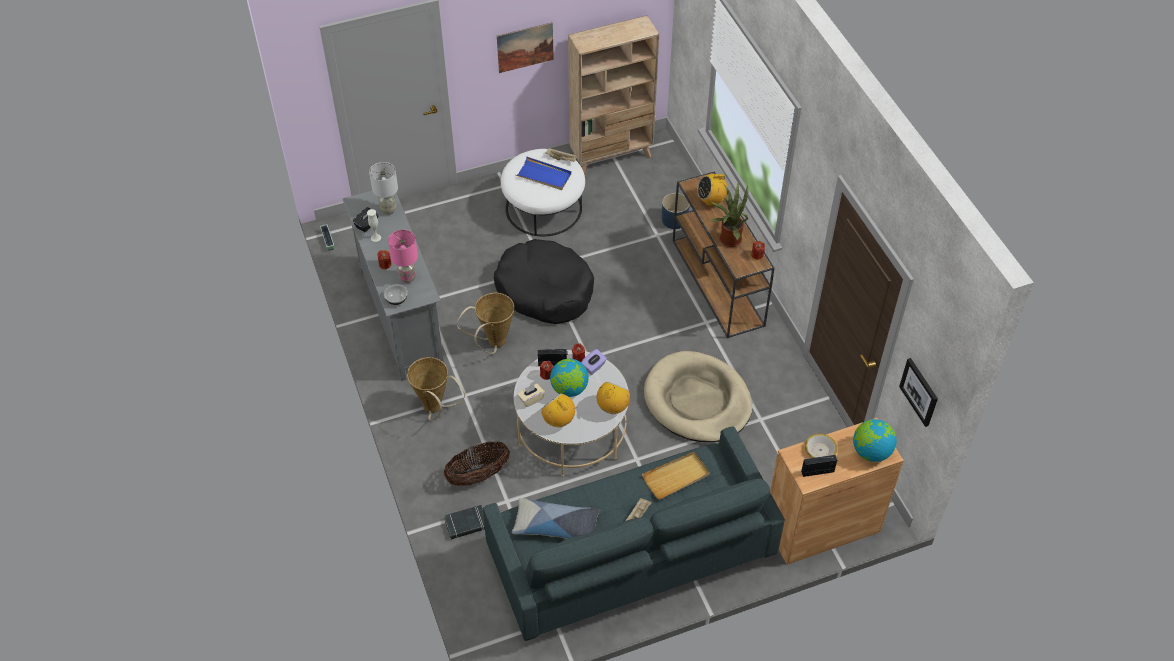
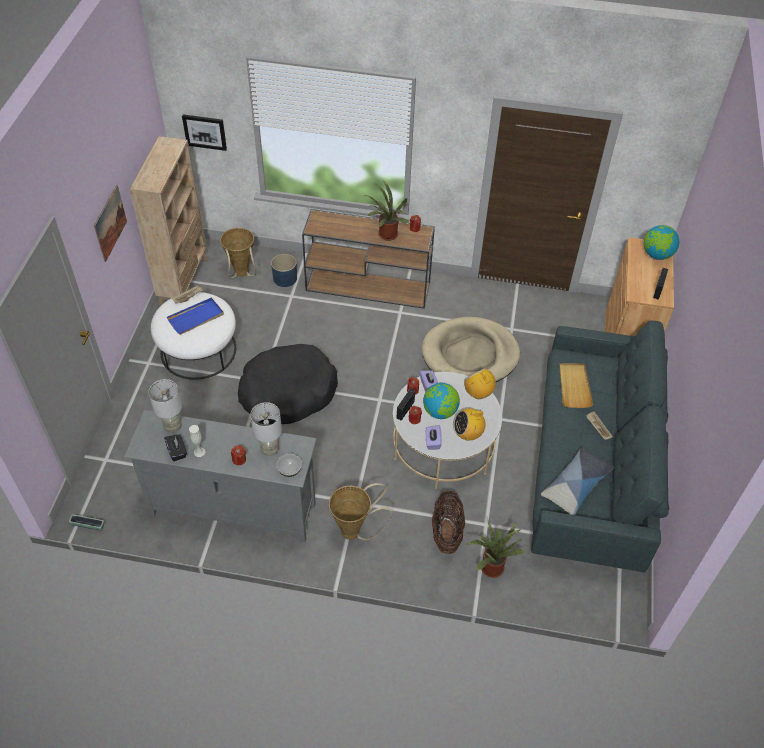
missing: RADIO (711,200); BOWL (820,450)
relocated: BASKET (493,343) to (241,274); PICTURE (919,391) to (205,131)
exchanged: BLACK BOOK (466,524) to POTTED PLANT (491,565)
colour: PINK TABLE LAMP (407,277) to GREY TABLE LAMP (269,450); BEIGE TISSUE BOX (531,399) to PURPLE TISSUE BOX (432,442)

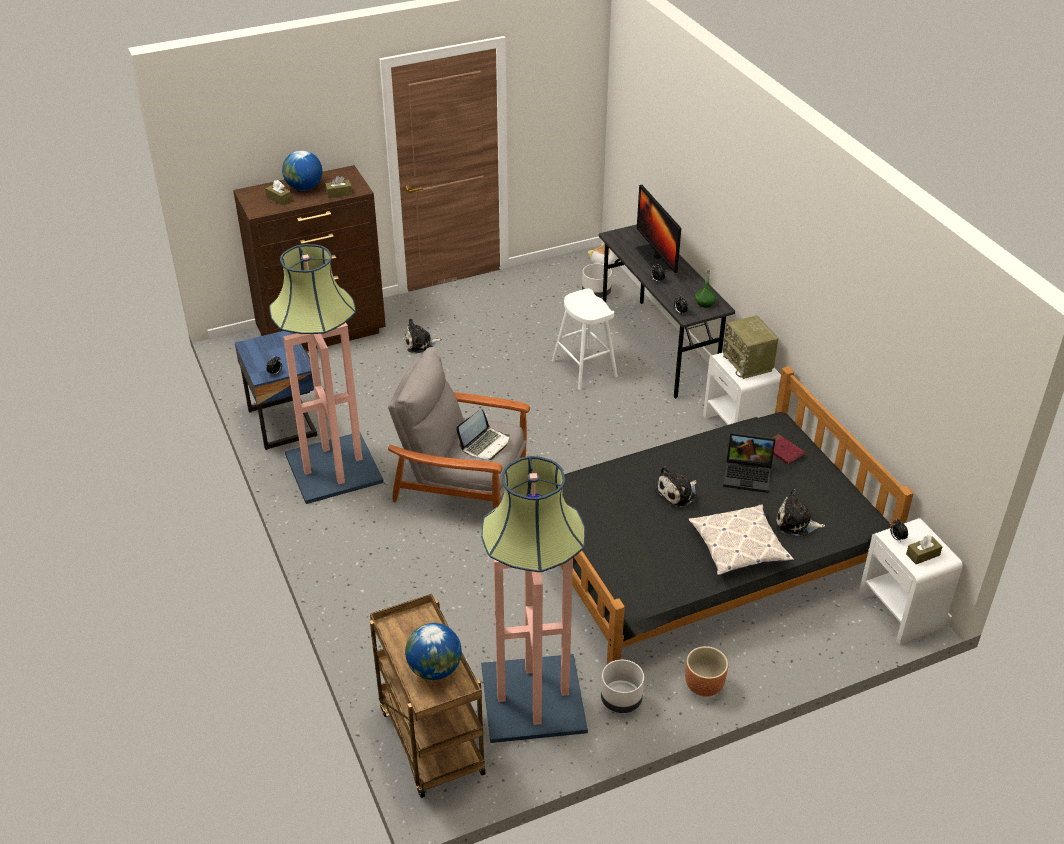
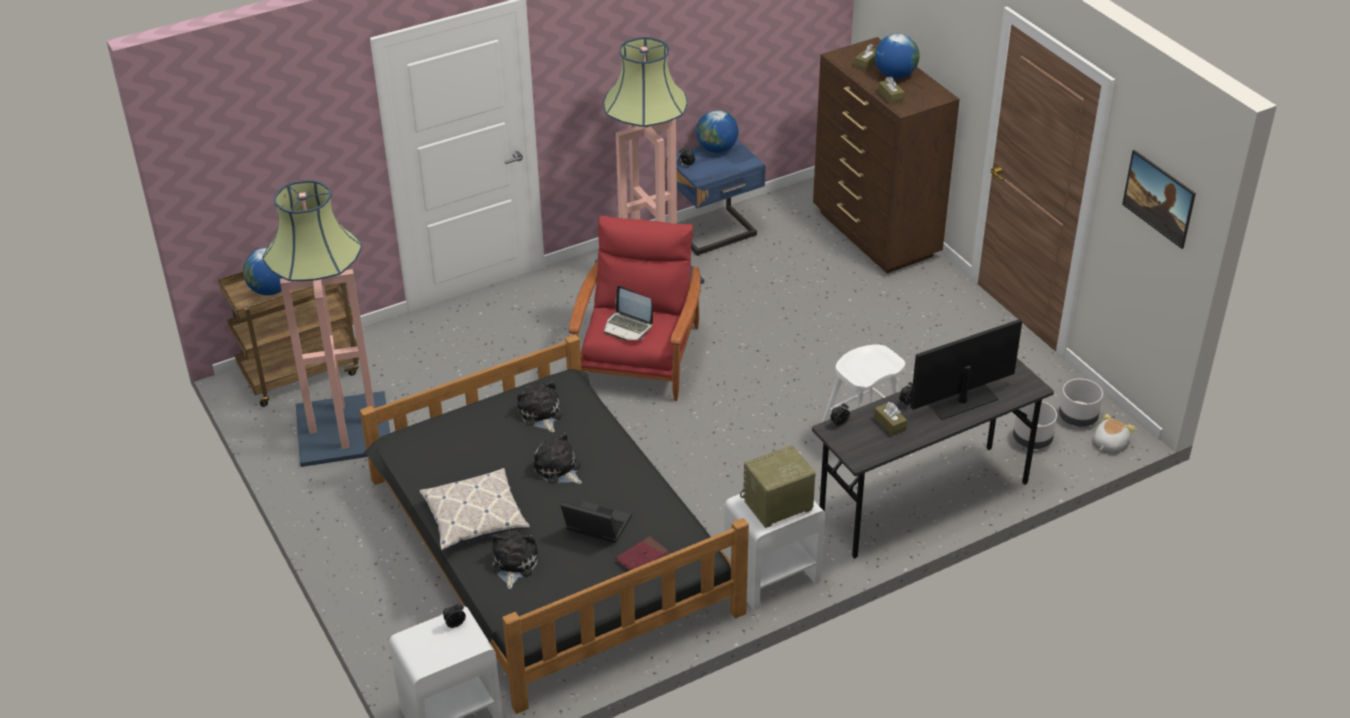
missing: GREEN BOTTLE (704,303); BROWN PLANTER (704,686)
appeared: GLOBE (717,149); PICTURE (1156,212)
relocated: PLUSH TOY (420,344) to (540,414); BROWN TISSUE BOX (922,555) to (889,424); GREY PLANTER (621,700) to (1077,418)
colour: GREY ARMCHAIR (462,482) to RED ARMCHAIR (638,359)
spun: LAPTOP (748,475) = (595,527) 105 degrees clockwise

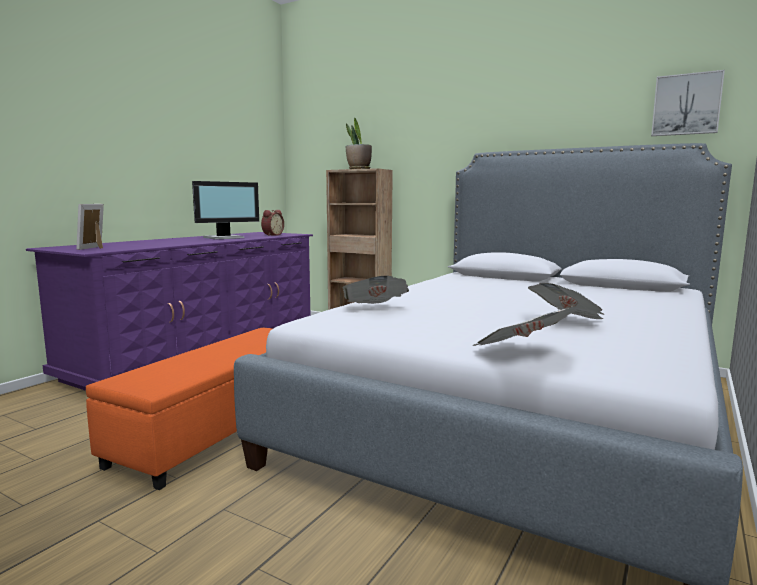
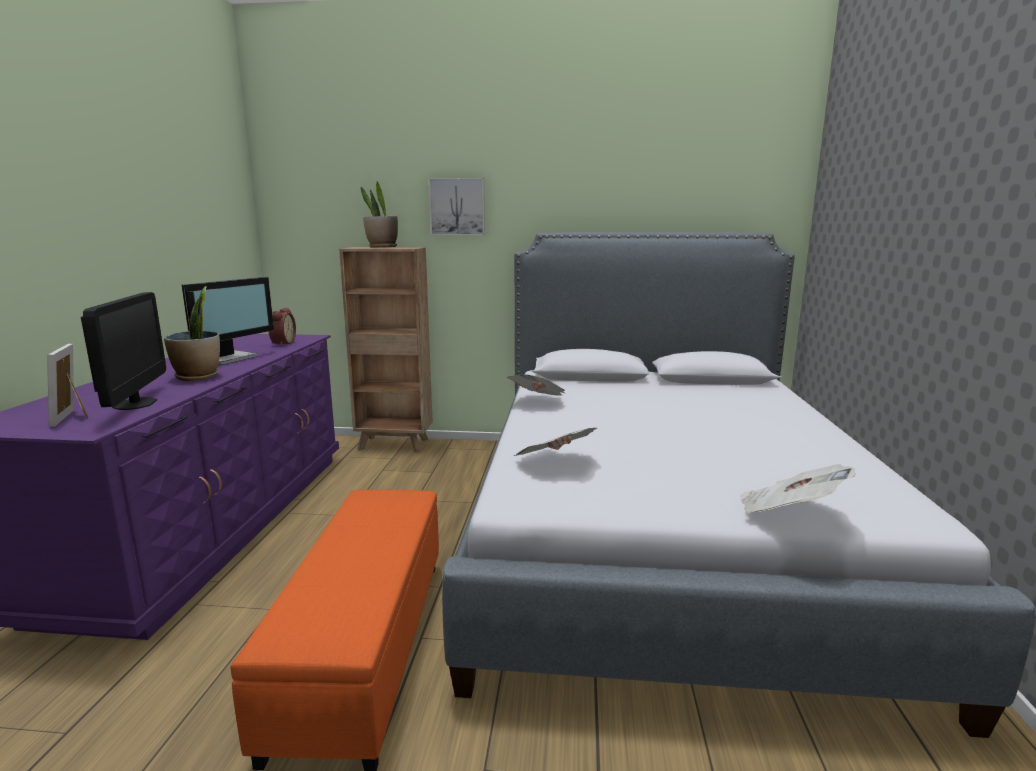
appeared: POTTED PLANT (198,377); MONITOR (135,404)
relocated: PICTURE (686,105) to (457,207); NEWSPAPER (567,322) to (538,401)

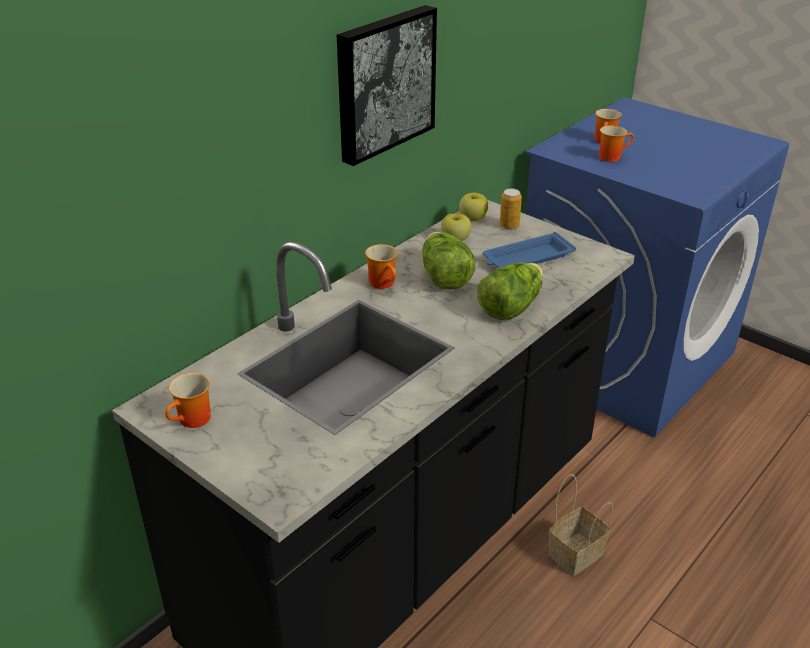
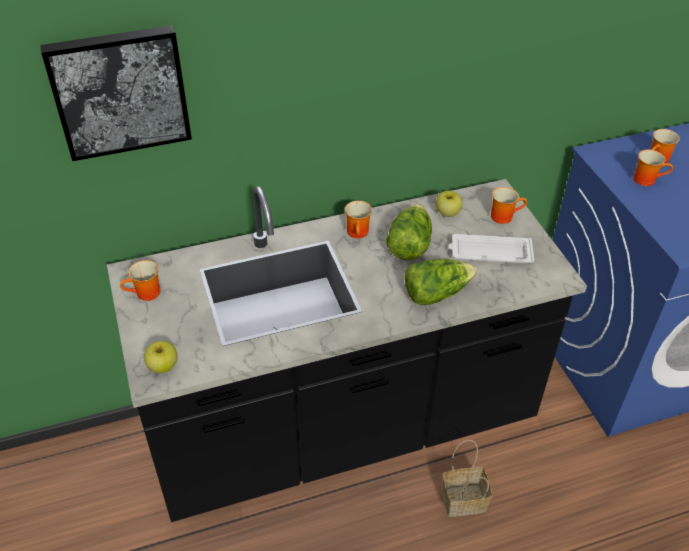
relocated: PICTURE (383,83) to (120,91); APPLE (473,218) to (162,366)
exchanged: CAN (509,226) to MUG (503,216)
colour: BLUE TRAY (526,258) to WHITE TRAY (489,253)

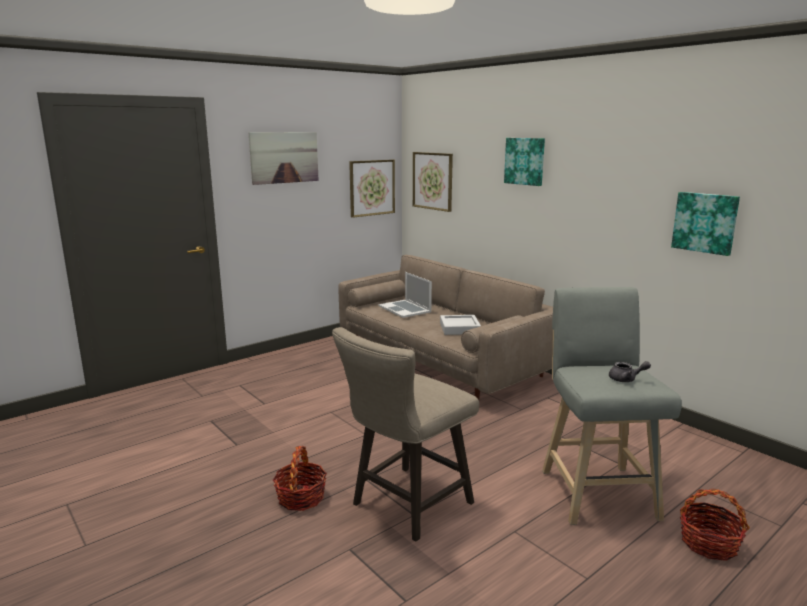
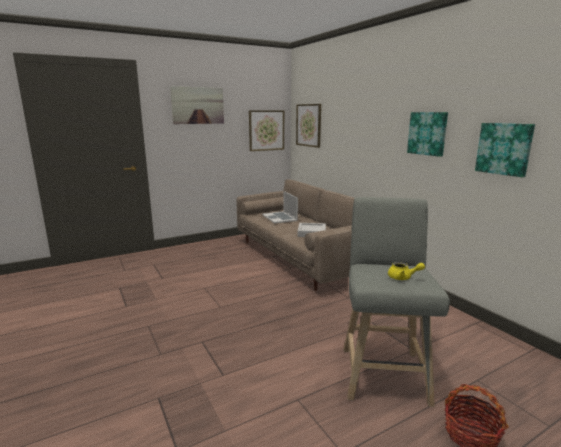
missing: BEIGE STOOL (406,506); BASKET (301,497)
relocated: PICTURE (525,161) to (428,133)
colour: GREY TEAPOT (626,379) to YELLOW TEAPOT (403,277)

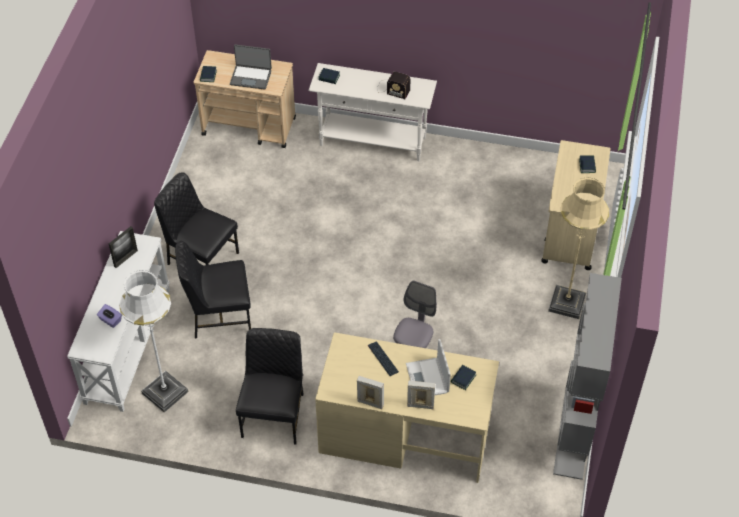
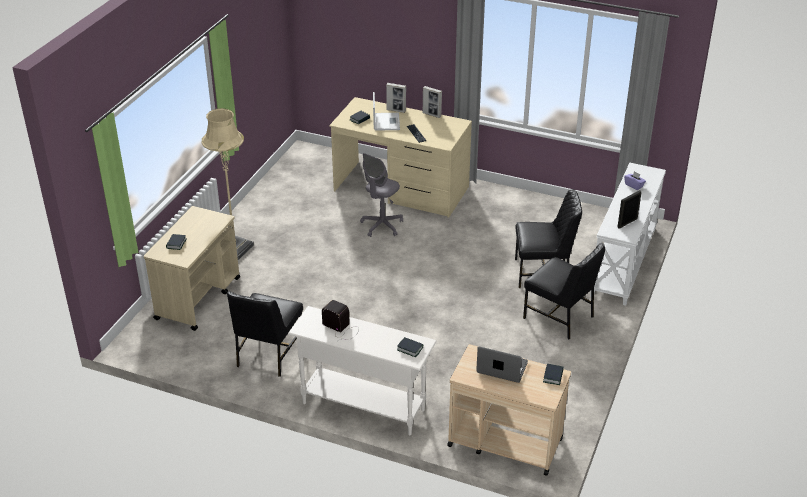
missing: WHITE FLOOR LAMP (165,392); GREY BOOKCASE (574,432)
relocated: BLACK CHAIR (274,414) to (268,354)

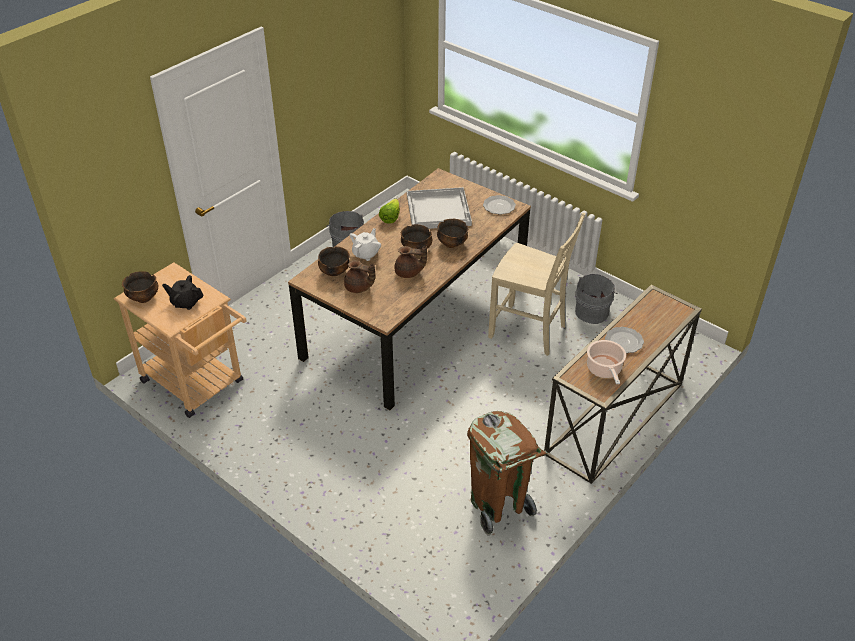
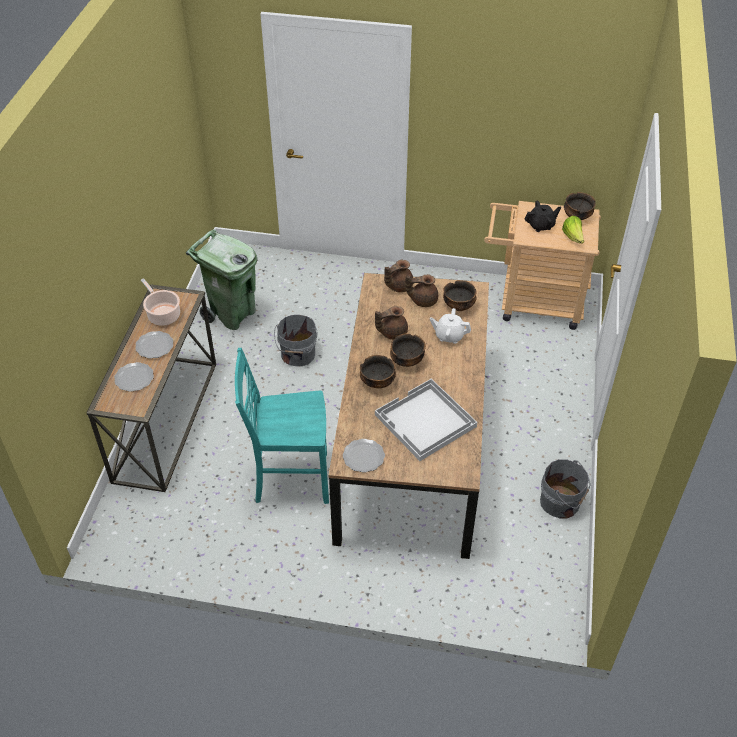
appeared: BROWN TEAPOT (398,286); PLATE (134,378)
relocated: LETTUCE (390,218) to (573,237); GREY BUCKET (593,311) to (297,355)
colour: BEIGE CHAIR (529,331) to TURQUOISE CHAIR (290,478); BROWN TRASH CAN (498,506) to GREEN TRASH CAN (232,314)
spun: WHITE TEAPOT (366,254) = (449,336) 105 degrees clockwise

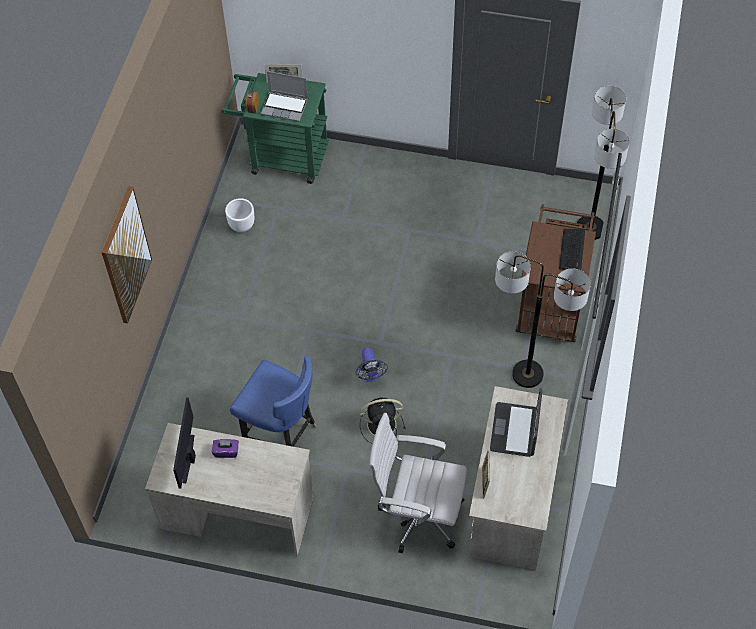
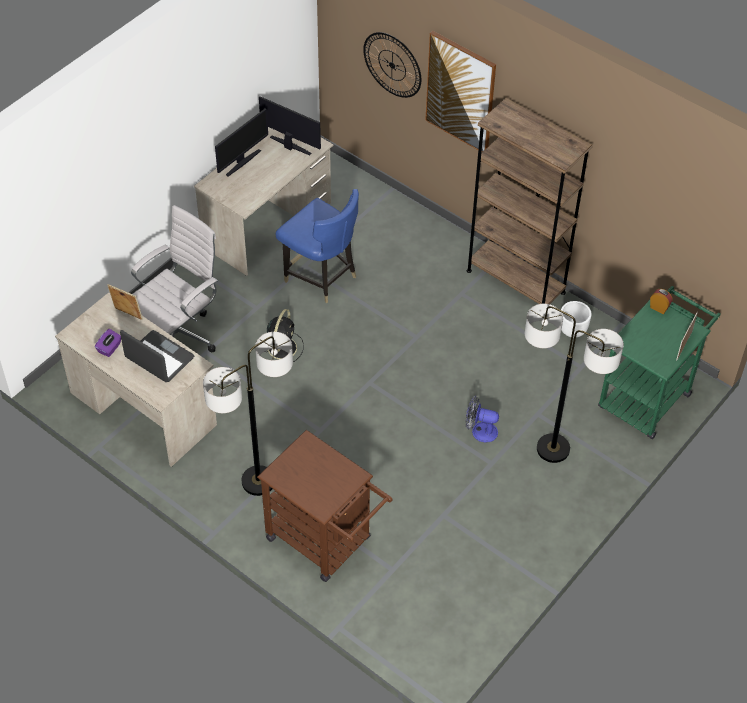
missing: LAPTOP (285,107); KEYBOARD (572,250)
appeared: WALL CLOCK (392,65); BROWN BOOKCASE (515,281); MONITOR (242,162)
relocated: FLOOR LAMP (590,228) to (553,449); FAN (370,375) to (480,431); PURPLE TISSUE BOX (226,451) to (110,348)
spun: BLUE CHAIR (281,433) = (321,277) 105 degrees counterclockwise

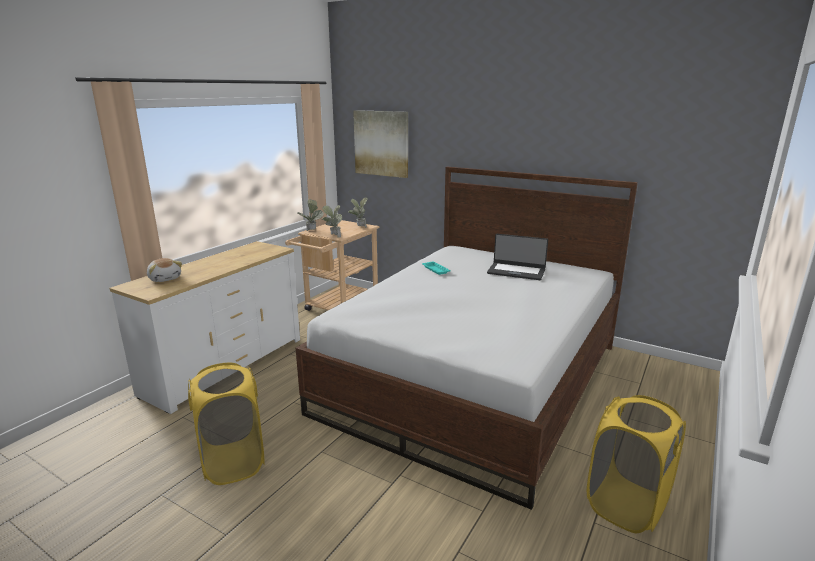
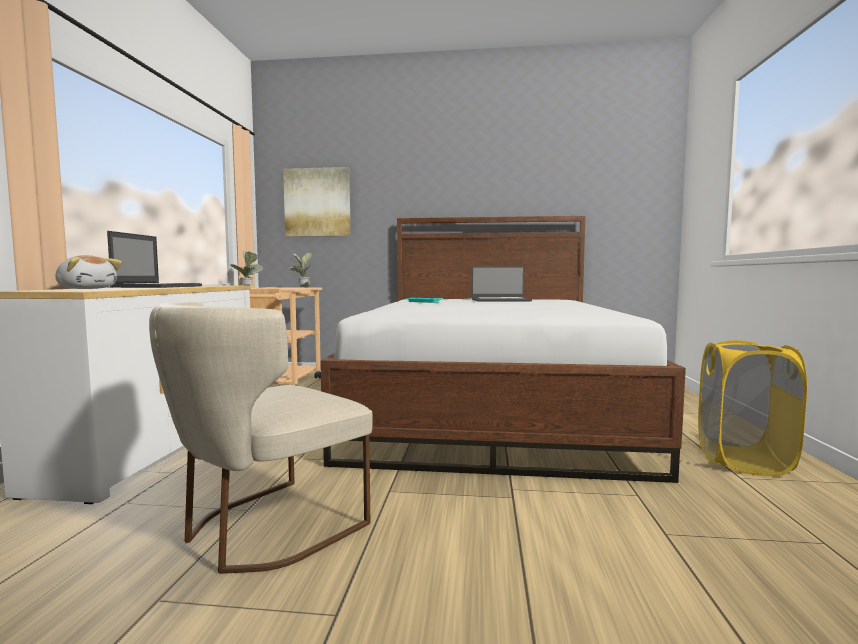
missing: POTTED PLANT (333,236)
appeared: LAPTOP (159,286)
exchanged: YELLOW LAUNDRY BASKET (233,462) to BEIGE CHAIR (264,530)

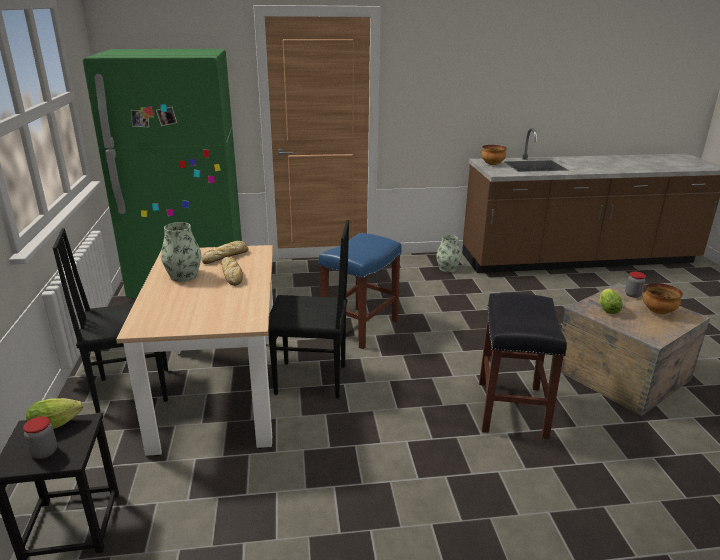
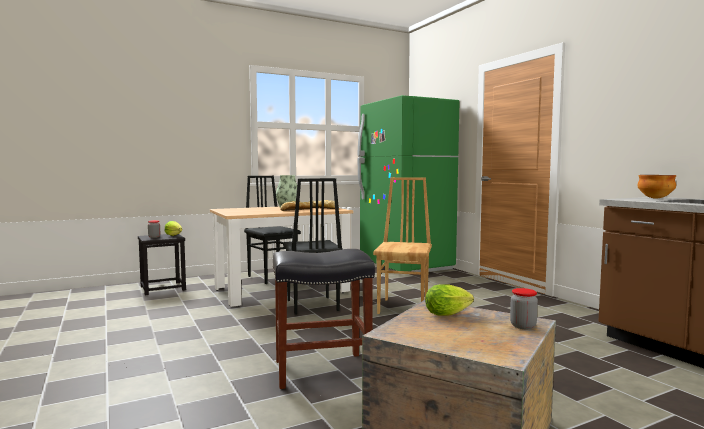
missing: VASE (447,268); BOWL (657,312)
exchanged: BLUE STOOL (360,327) to BROWN CHAIR (404,307)

